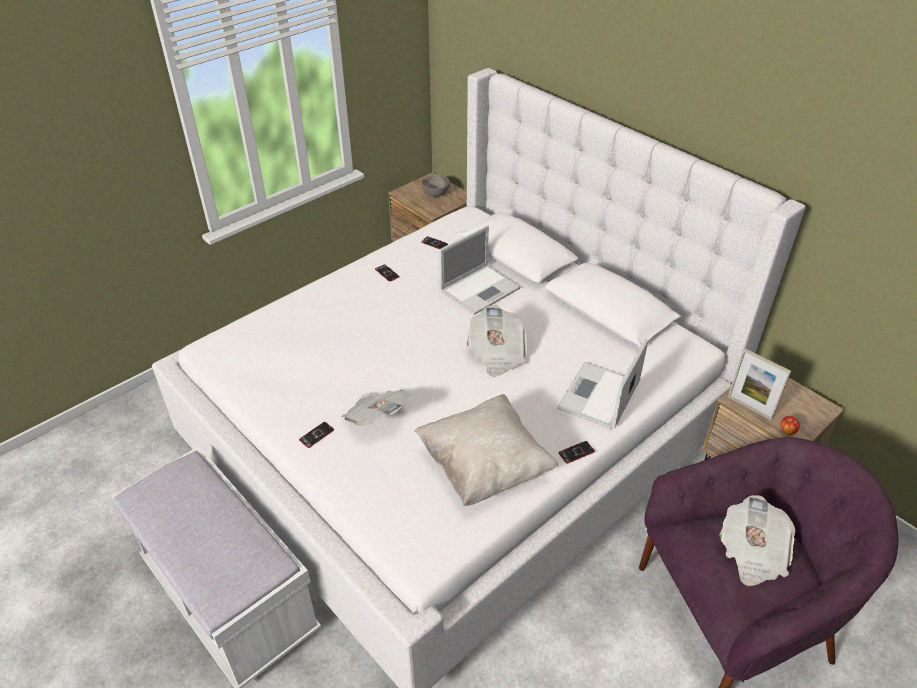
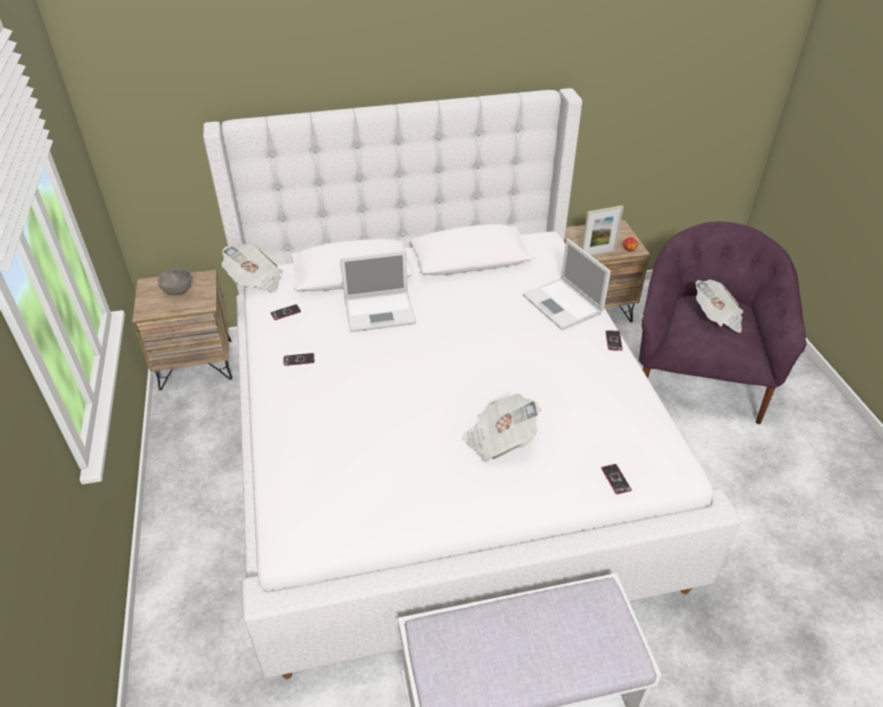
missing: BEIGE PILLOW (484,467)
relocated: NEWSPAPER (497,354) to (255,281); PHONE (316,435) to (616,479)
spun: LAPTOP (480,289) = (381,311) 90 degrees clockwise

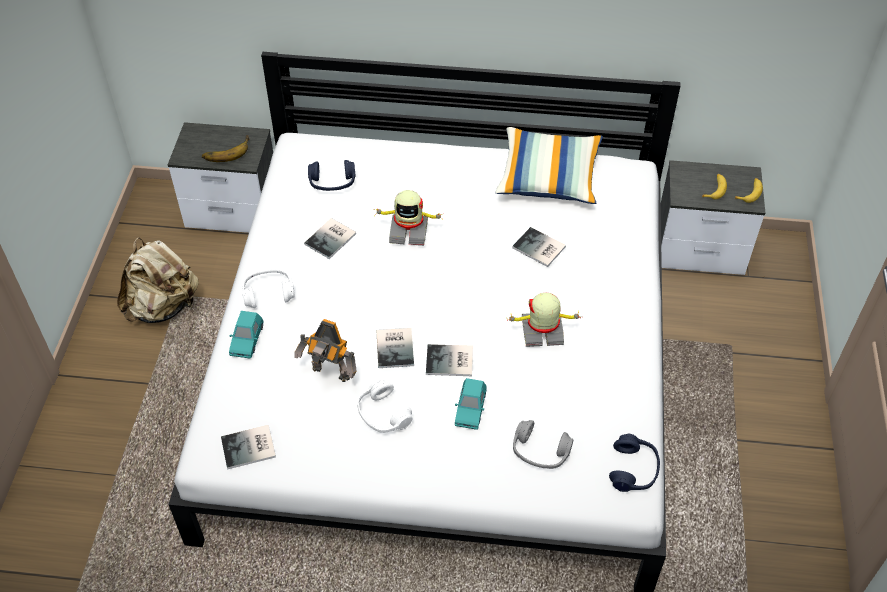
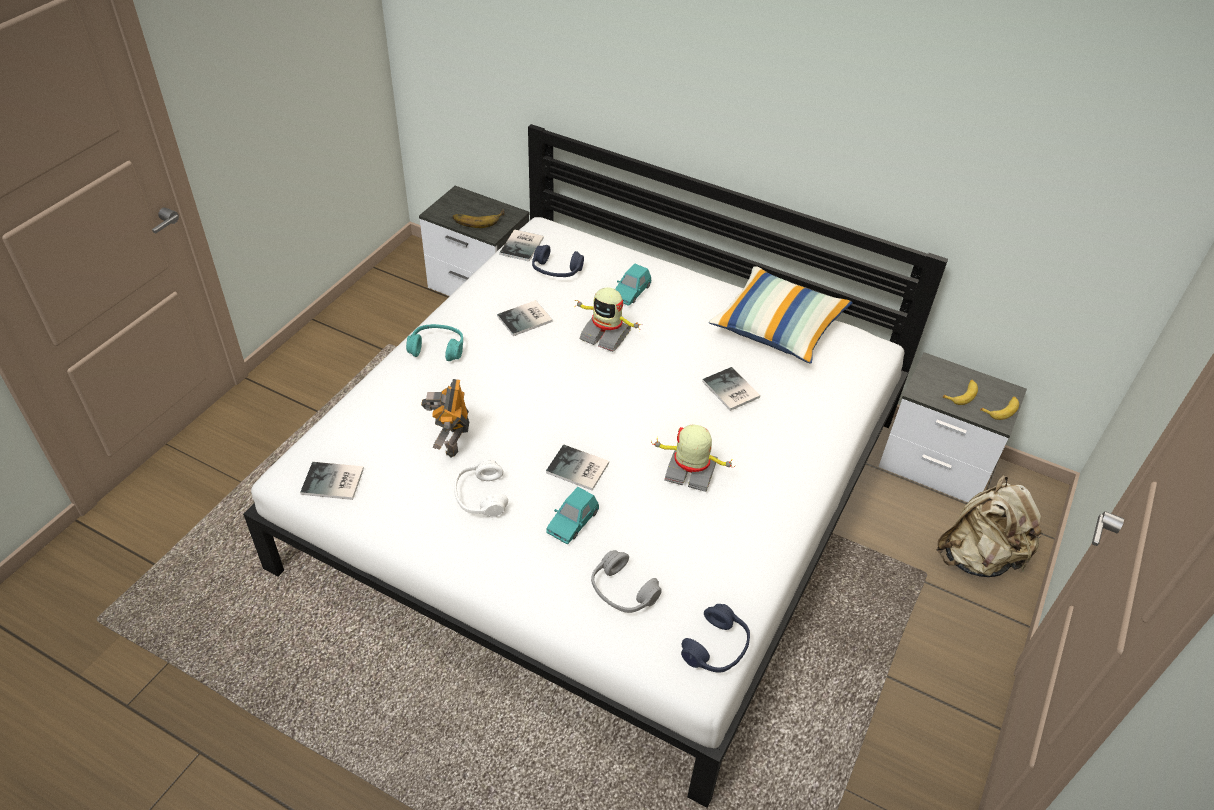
relocated: BEIGE BACKPACK (163,306) to (978,557); TURQUOISE TOY CAR (247,340) to (631,292); BOOK (396,347) to (523,246)
colour: WHITE HEADPHONES (268,293) to TURQUOISE HEADPHONES (437,349)
spun: TOY ROBOT (330,374) = (451,441) 45 degrees clockwise

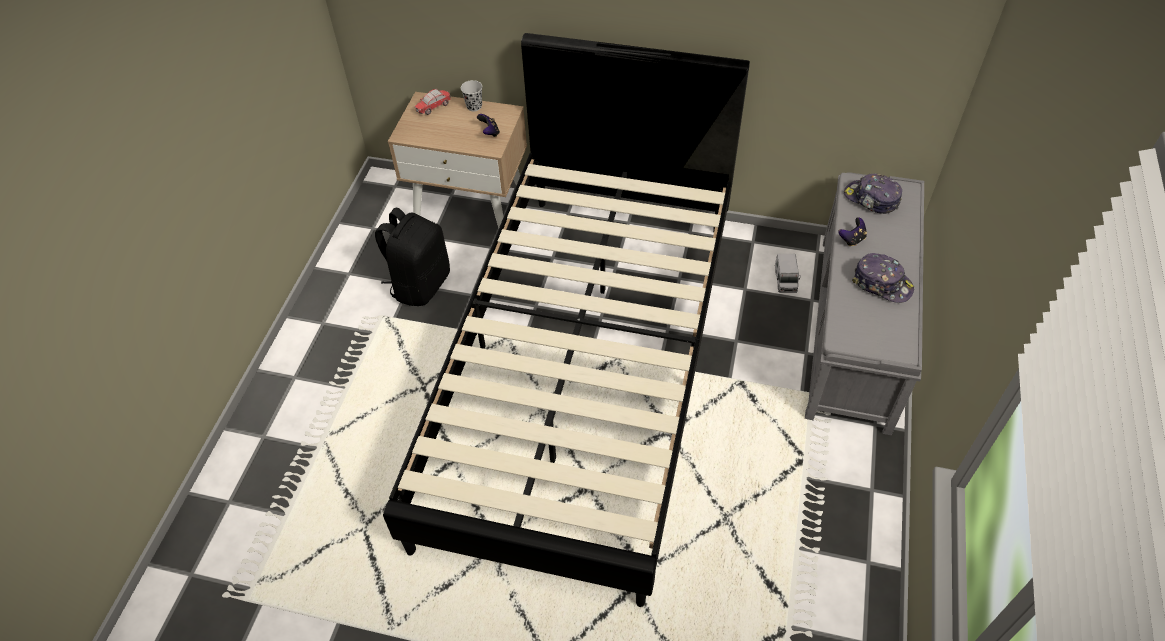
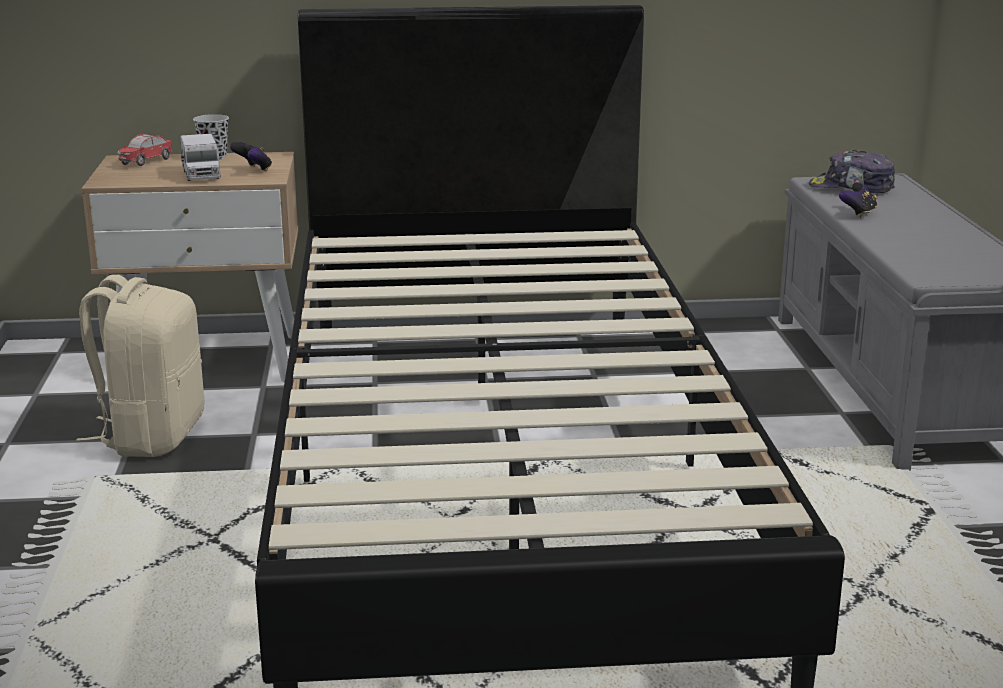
missing: CAP (882,283)
relocated: TOY TRUCK (785,280) to (201,175)
colour: BLACK BACKPACK (420,284) to BEIGE BACKPACK (151,436)

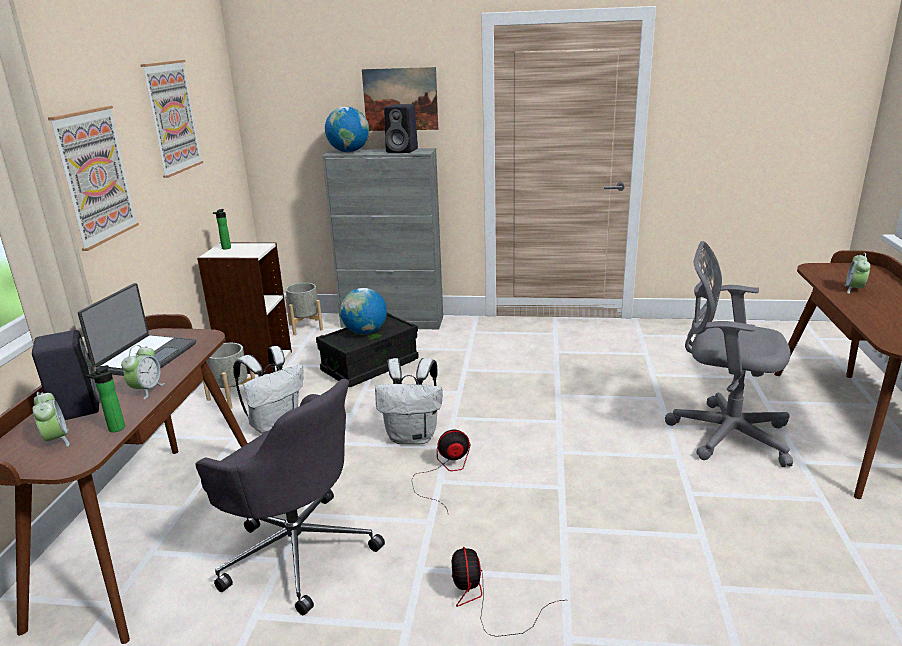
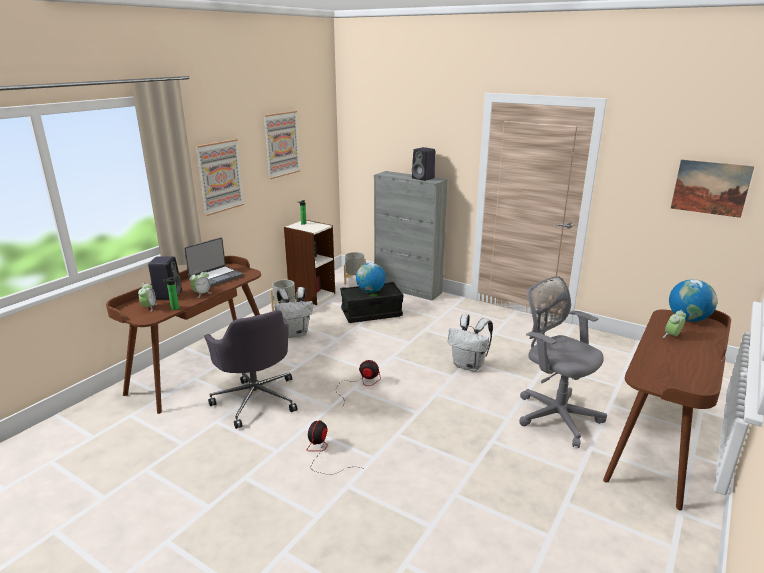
relocated: PICTURE (400,99) to (710,188); GLOBE (349,151) to (688,319); WHITE BACKPACK (413,436) to (469,365)

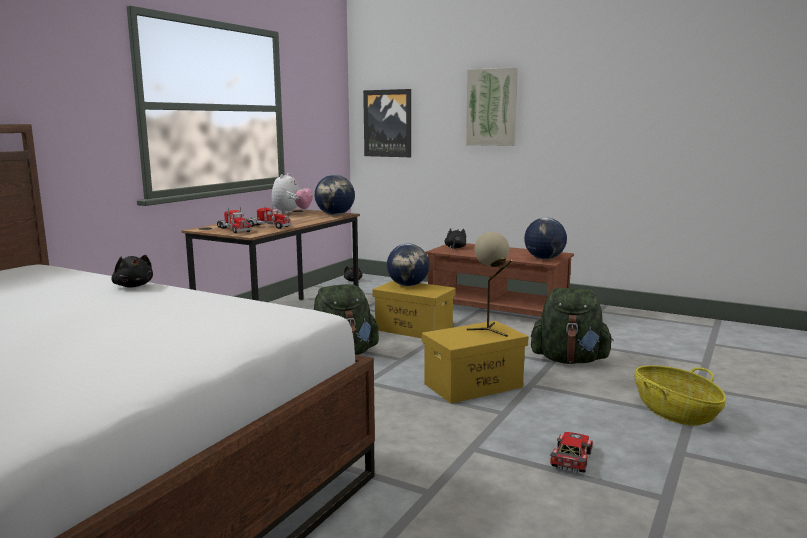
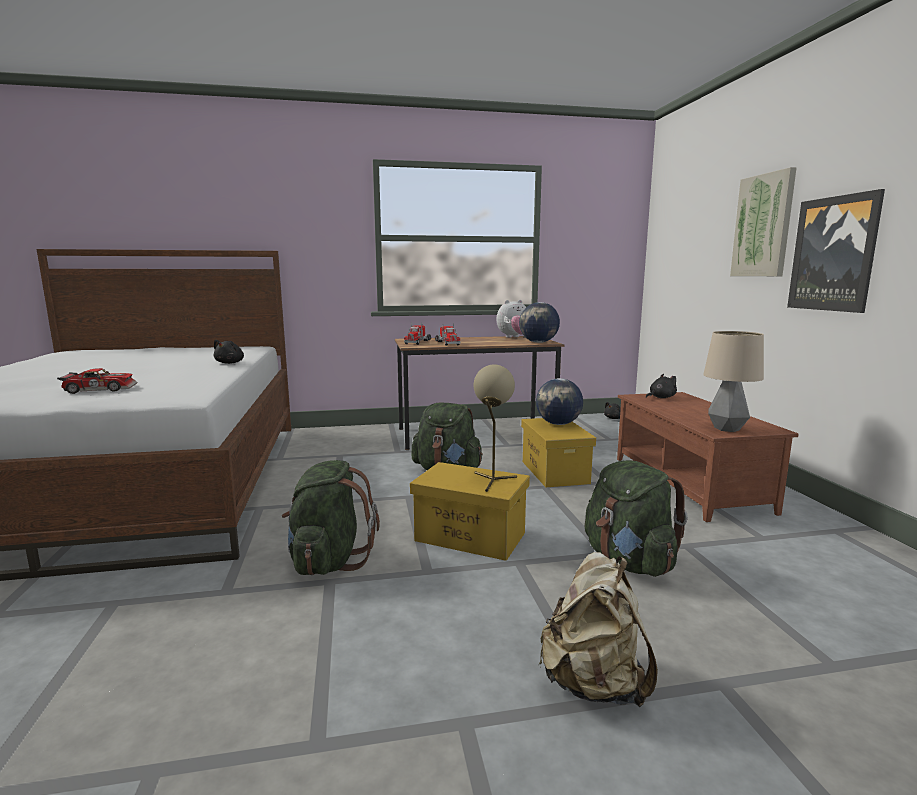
appeared: GREEN BACKPACK (329,560)
relocated: PICTURE (388,123) to (833,254); TOY CAR (569,458) to (101,389)
exchanged: GLOBE (544,258) to TABLE LAMP (726,429); BASKET (675,412) to BEIGE BACKPACK (593,684)

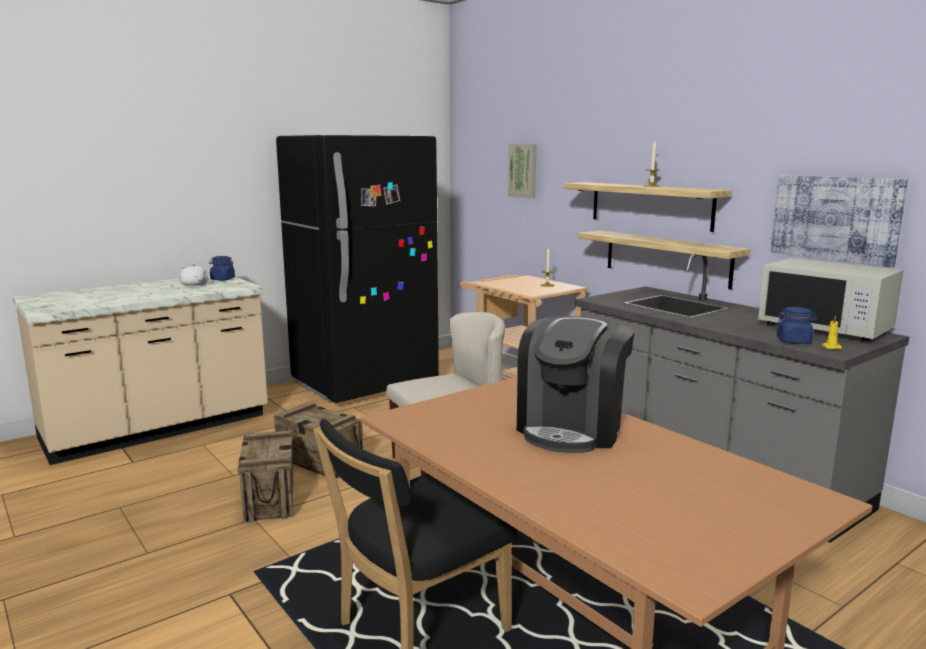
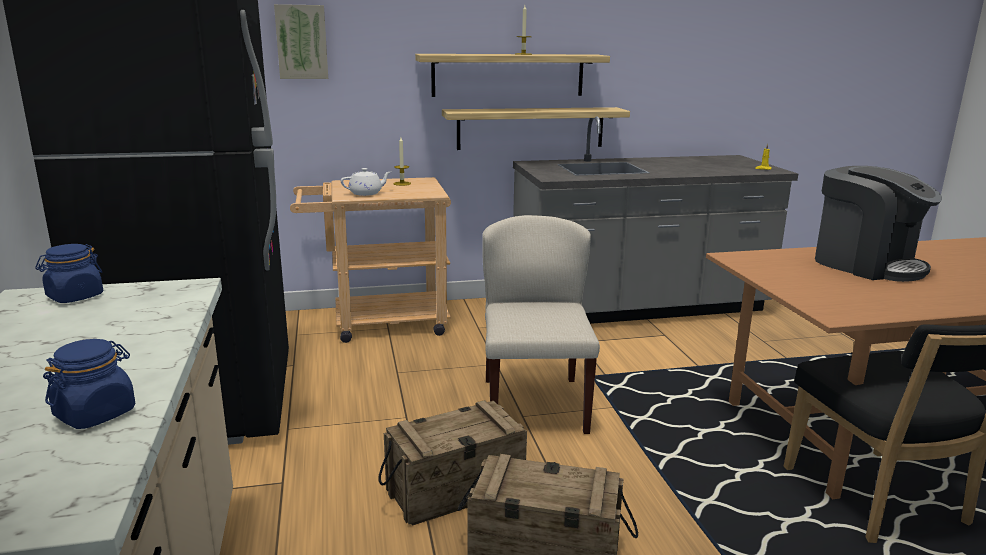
missing: PICTURE (835,218); WHITE MICROWAVE (825,328)
relocated: WHITE TEAPOT (194,284) to (366,193); BLUE JAR (794,341) to (96,413)

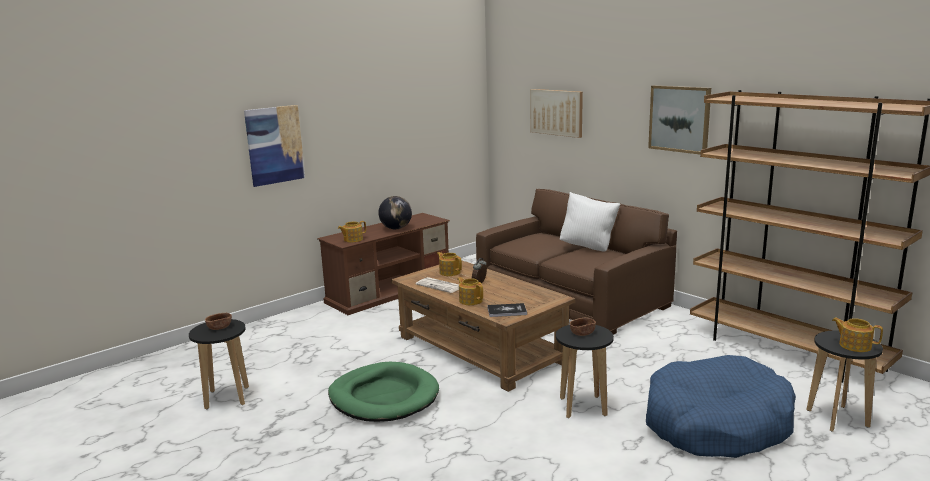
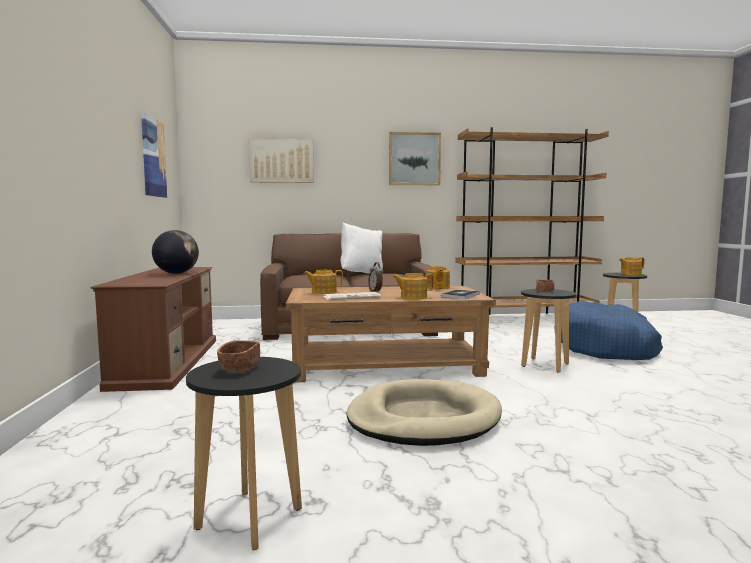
relocated: PICTURE (275,145) to (153,157); TEAPOT (352,239) to (437,287)
colour: GREEN DOG BED (384,397) to BEIGE DOG BED (423,419)

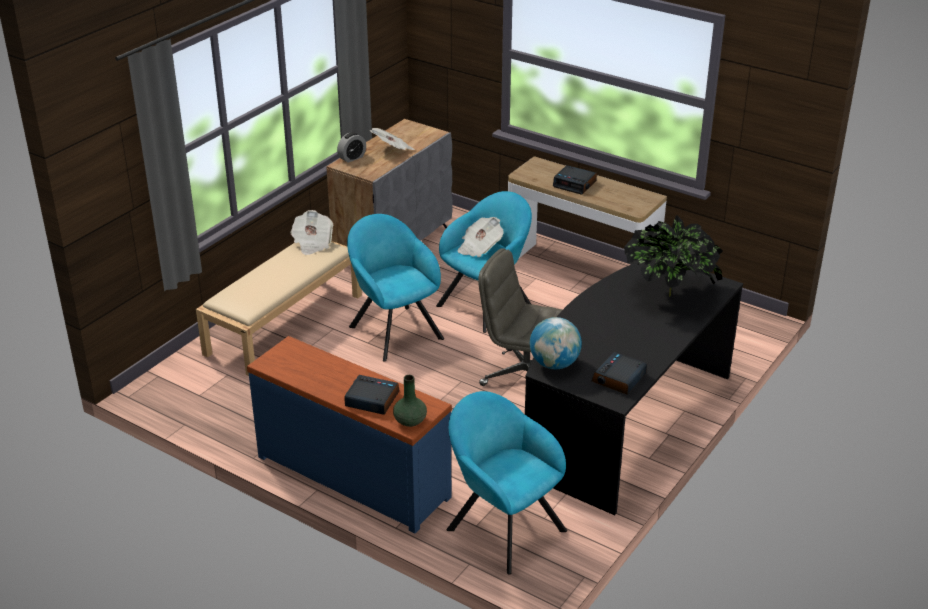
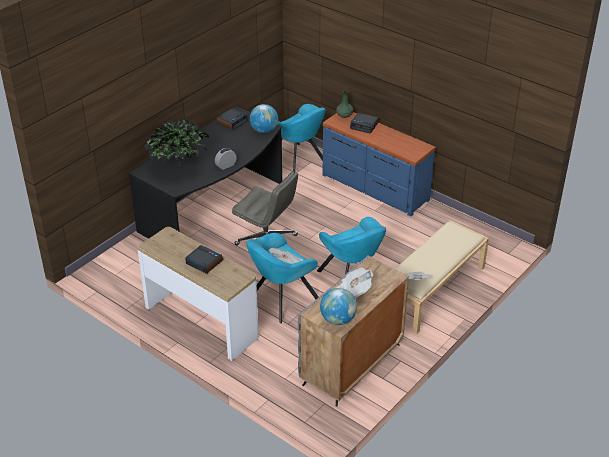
appeared: GLOBE (338,319)
relocated: ALARM CLOCK (352,158) to (226,165)

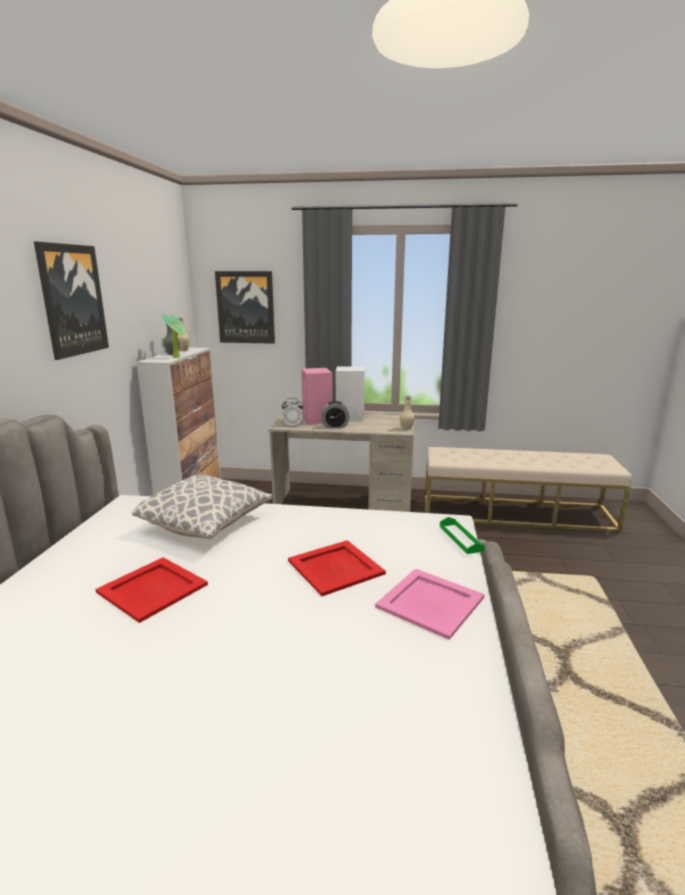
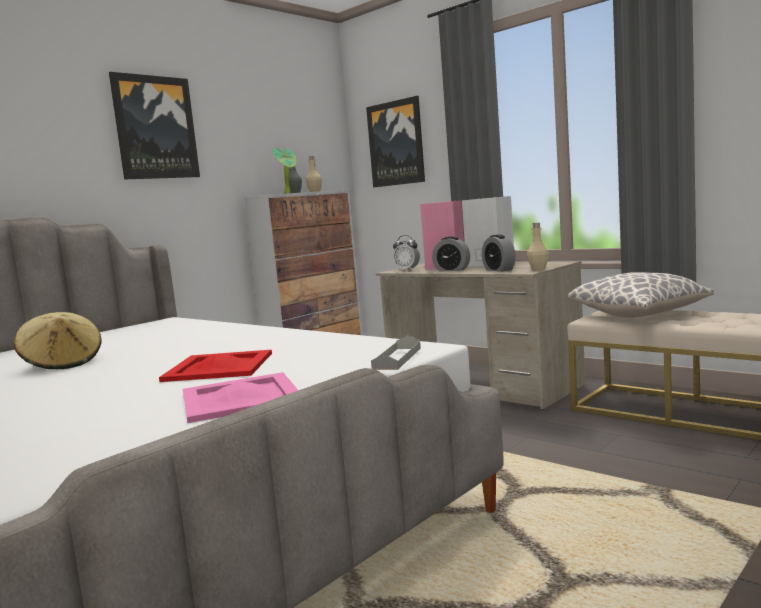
appeared: ALARM CLOCK (499,270)
relocated: PILLOW (206,524) to (639,315)
exchanged: RED TRAY (152,588) to BEIGE HAT (63,364)
colour: GREEN TRAY (460,538) to GREY TRAY (397,358)

